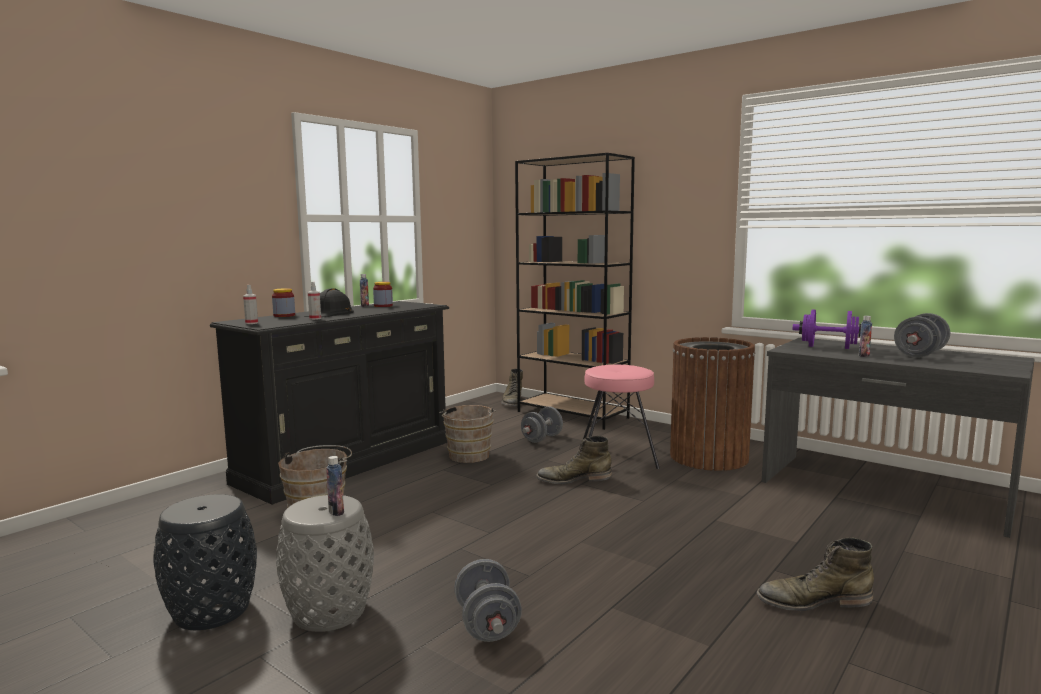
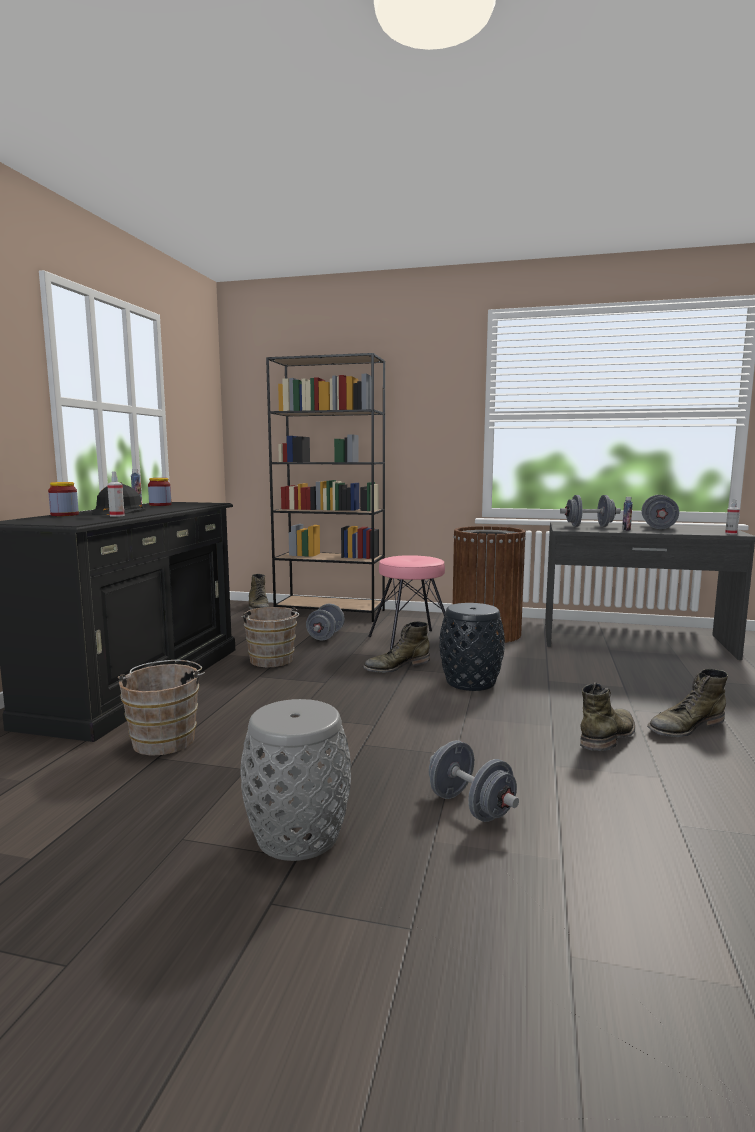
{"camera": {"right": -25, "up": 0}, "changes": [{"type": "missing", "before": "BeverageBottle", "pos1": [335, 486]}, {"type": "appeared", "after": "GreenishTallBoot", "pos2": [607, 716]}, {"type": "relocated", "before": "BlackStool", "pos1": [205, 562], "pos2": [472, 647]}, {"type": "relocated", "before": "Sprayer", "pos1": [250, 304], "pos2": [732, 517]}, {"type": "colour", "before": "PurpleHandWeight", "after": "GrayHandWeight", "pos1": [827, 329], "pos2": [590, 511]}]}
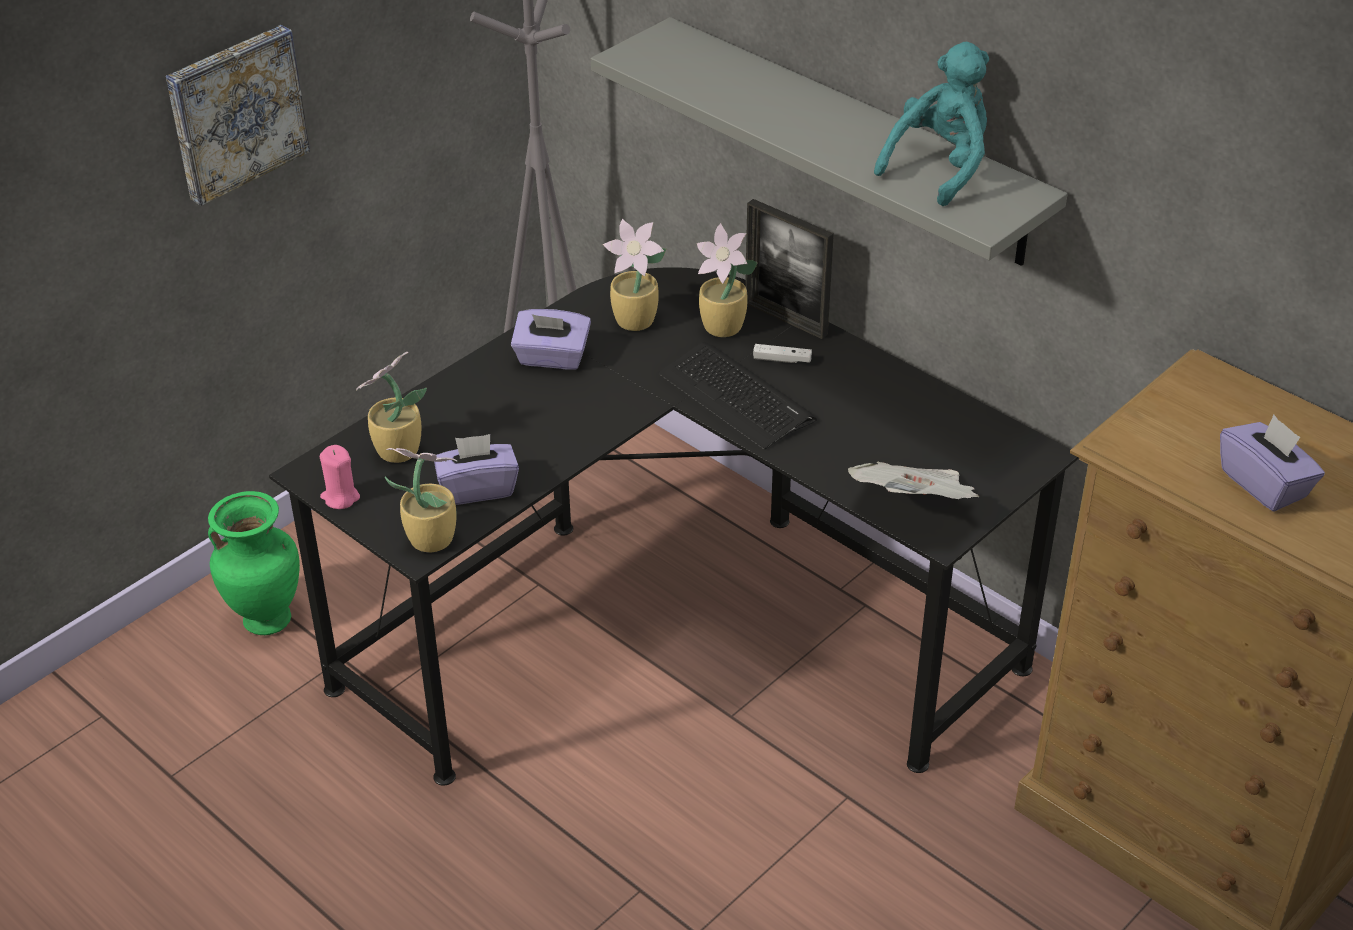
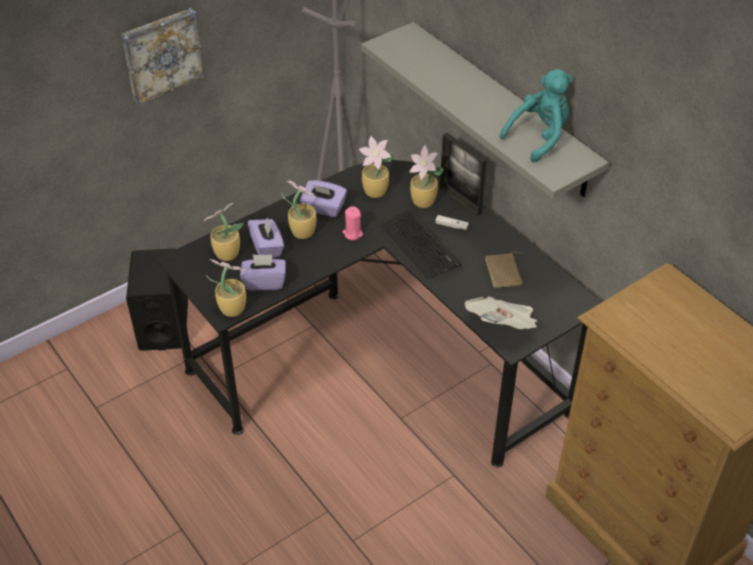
{"camera": {"right": 10, "up": 5}, "changes": [{"type": "appeared", "after": "Houseplant", "pos2": [299, 209]}, {"type": "appeared", "after": "BrownishBook", "pos2": [504, 270]}, {"type": "relocated", "before": "PinkishWaxLight", "pos1": [340, 477], "pos2": [352, 223]}, {"type": "relocated", "before": "PurpleTissueBox", "pos1": [1272, 463], "pos2": [265, 237]}, {"type": "exchanged", "before": "GreenishVase", "after": "BlackAudioSpeaker", "pos1": [254, 563], "pos2": [157, 299]}]}
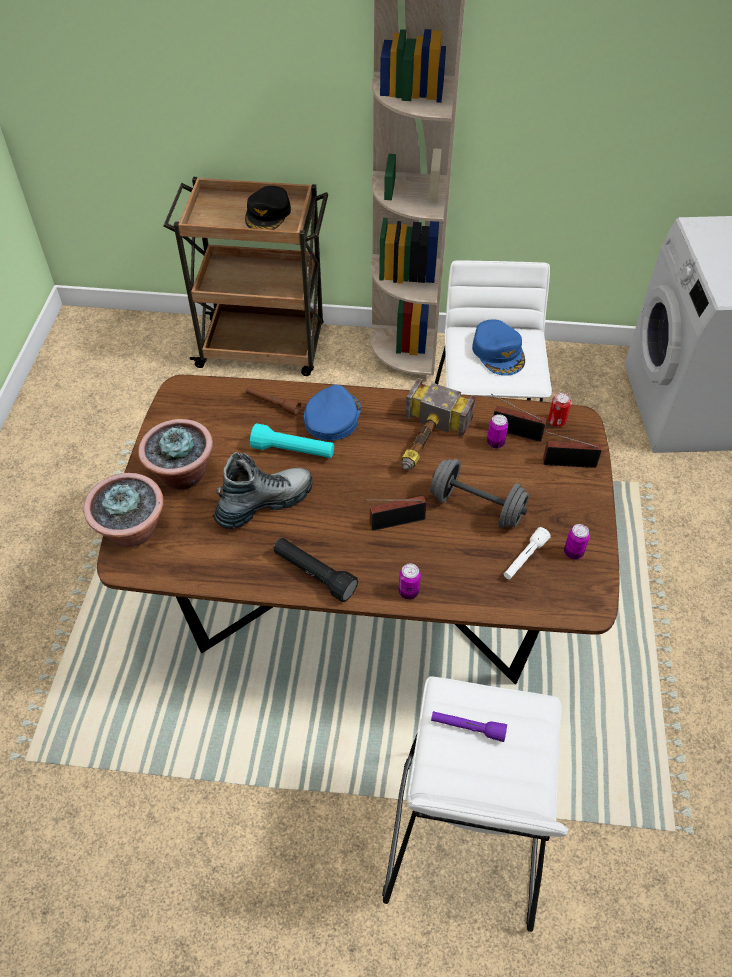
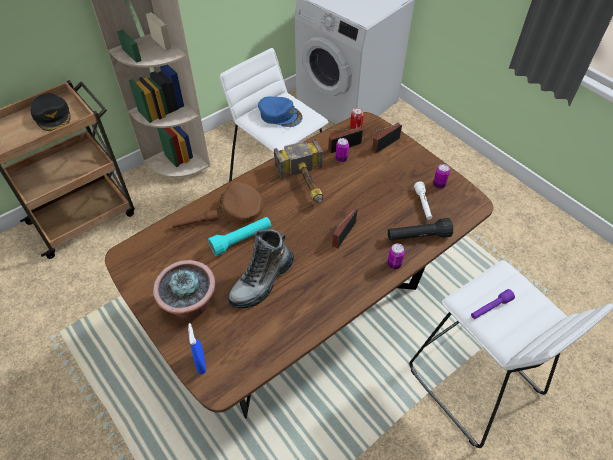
{"camera": {"right": -45, "up": 0}, "changes": [{"type": "missing", "before": "GrayHandWeight", "pos1": [479, 493]}, {"type": "relocated", "before": "BlackFlashlight", "pos1": [315, 570], "pos2": [420, 229]}, {"type": "exchanged", "before": "Houseplant", "after": "BluishSprayer", "pos1": [124, 510], "pos2": [197, 348]}, {"type": "colour", "before": "BluishBaseballCap", "after": "BrownishBaseballCap", "pos1": [332, 413], "pos2": [241, 202]}, {"type": "spun", "before": "TallBoot", "pos1": [263, 490], "pos2": [261, 268], "turn": -150}]}
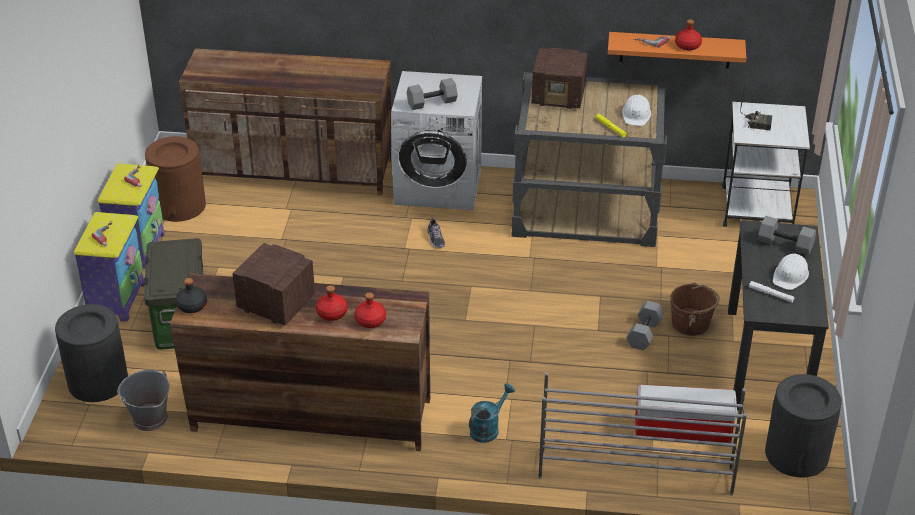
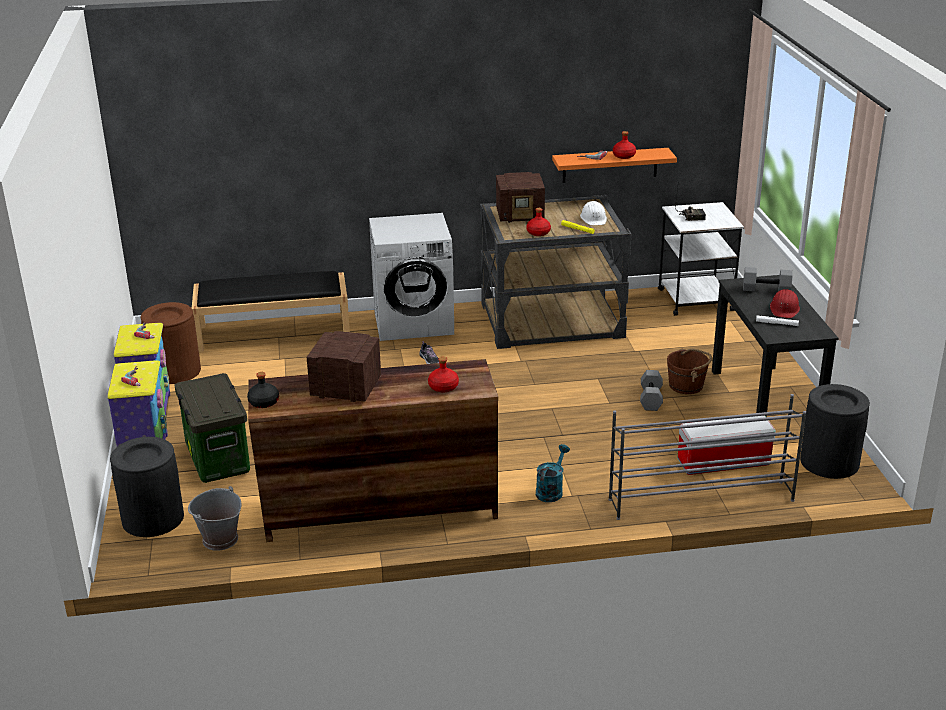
{"camera": {"right": -15, "up": -10}, "changes": [{"type": "missing", "before": "GrayHandWeight", "pos1": [432, 94]}, {"type": "relocated", "before": "RedColouredBeverageBottle", "pos1": [331, 303], "pos2": [538, 222]}, {"type": "exchanged", "before": "BrownishStorageCabinet", "after": "BlackIndoorBench", "pos1": [285, 122], "pos2": [271, 311]}, {"type": "colour", "before": "WhitishSafetyHelmet", "after": "RedColouredSafetyHelmet", "pos1": [791, 272], "pos2": [785, 303]}]}
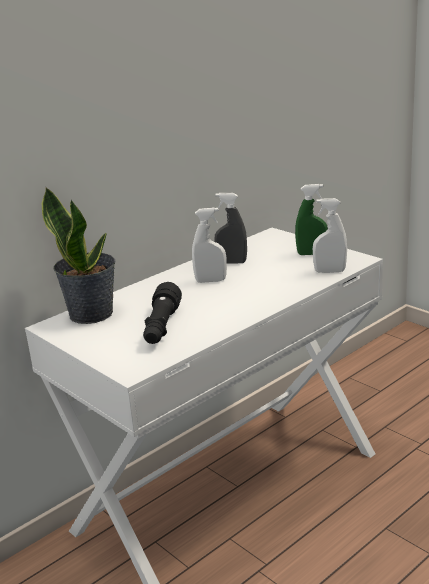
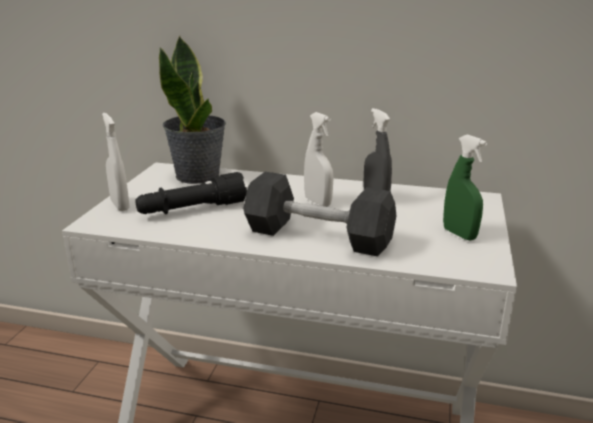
{"camera": {"right": 55, "up": 0}, "changes": [{"type": "appeared", "after": "GrayHandWeight", "pos2": [320, 214]}, {"type": "relocated", "before": "WhitishSprayer", "pos1": [330, 235], "pos2": [116, 162]}]}
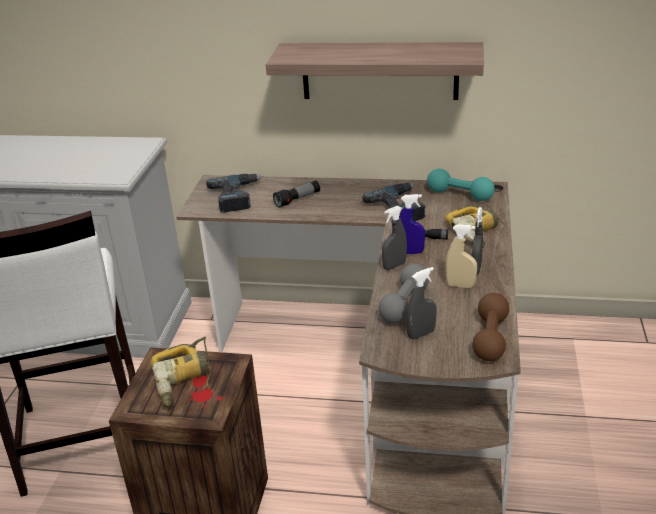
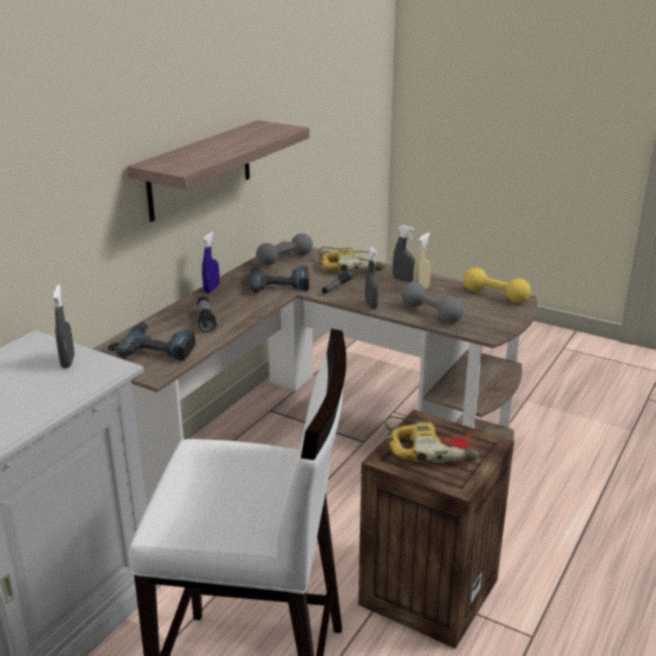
{"camera": {"right": -70, "up": -5}, "changes": [{"type": "relocated", "before": "BluishSprayer", "pos1": [412, 224], "pos2": [211, 262]}, {"type": "relocated", "before": "GraySprayer", "pos1": [421, 303], "pos2": [63, 326]}, {"type": "colour", "before": "TurquoiseHandWeight", "after": "GrayHandWeight", "pos1": [461, 185], "pos2": [284, 249]}, {"type": "colour", "before": "BrownishHandWeight", "after": "YellowishHandWeight", "pos1": [490, 327], "pos2": [497, 285]}]}
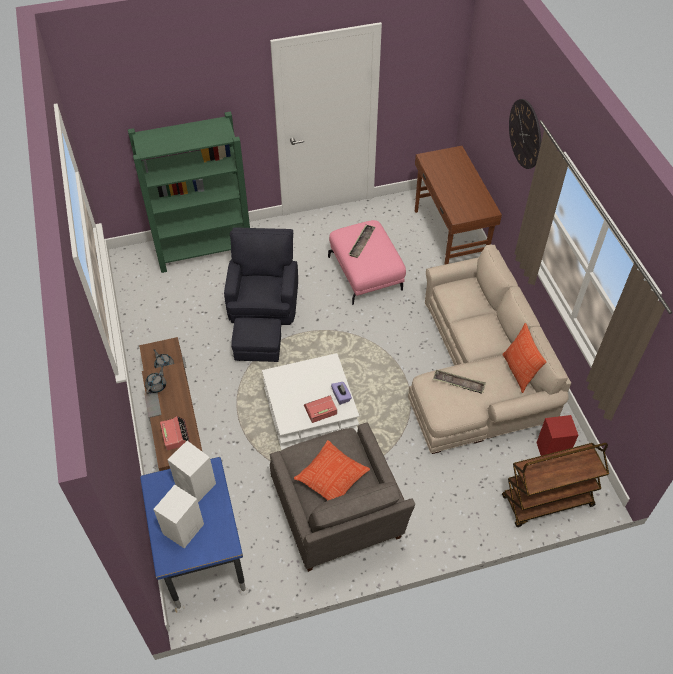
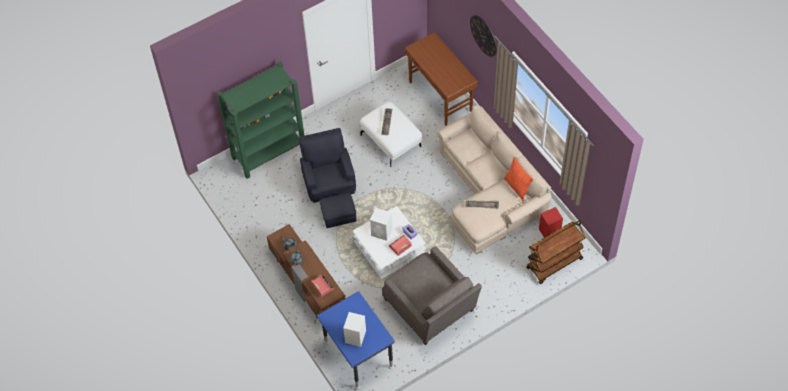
{"camera": {"right": -15, "up": 5}, "changes": [{"type": "missing", "before": "OrangeColouredPillow", "pos1": [332, 470]}, {"type": "relocated", "before": "WhitishAudioSpeaker", "pos1": [191, 471], "pos2": [381, 224]}, {"type": "colour", "before": "PinkishFootrest", "after": "WhitishFootrest", "pos1": [367, 262], "pos2": [391, 134]}]}
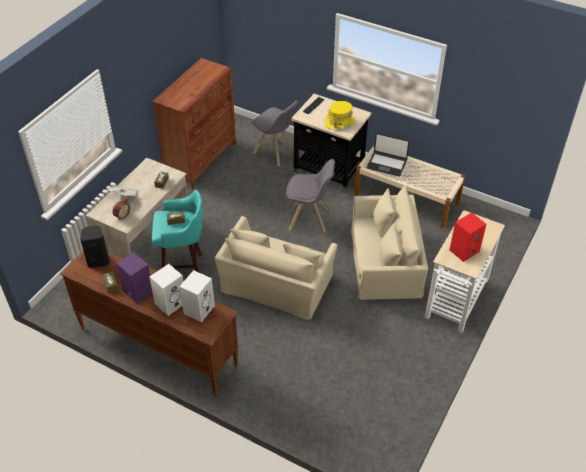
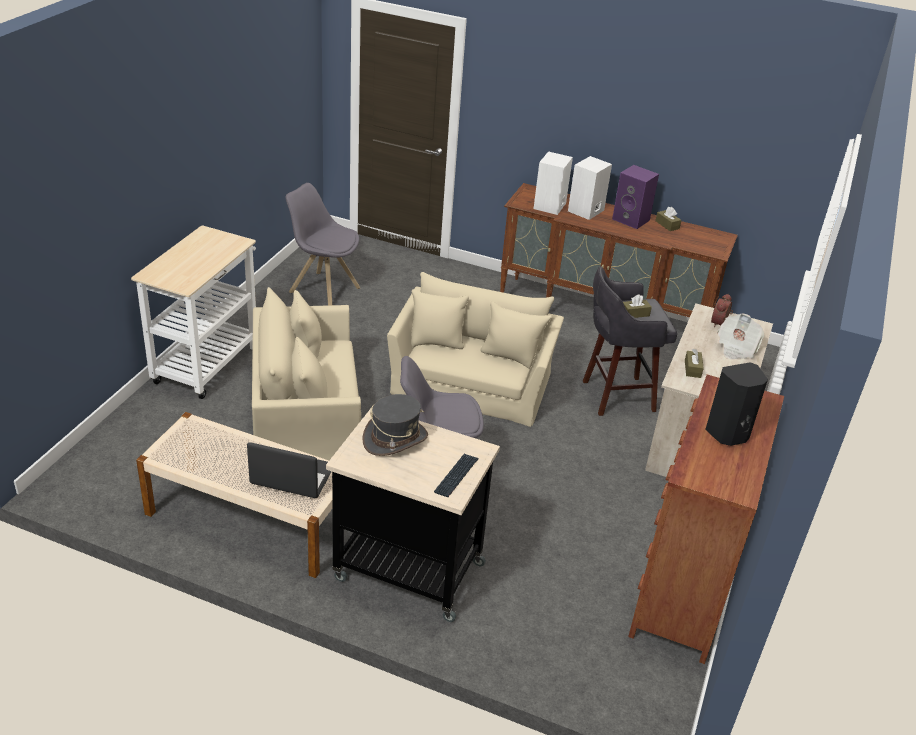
{"camera": {"right": 170, "up": -10}, "changes": [{"type": "missing", "before": "RedColouredAudioSpeaker", "pos1": [468, 237]}, {"type": "relocated", "before": "BlackAudioSpeaker", "pos1": [95, 246], "pos2": [736, 404]}, {"type": "relocated", "before": "GrayPlainChair", "pos1": [275, 133], "pos2": [323, 244]}, {"type": "colour", "before": "TurquoiseStool", "after": "GrayStool", "pos1": [177, 230], "pos2": [630, 341]}, {"type": "colour", "before": "YellowishClothingHat", "after": "GrayClothingHat", "pos1": [340, 115], "pos2": [395, 425]}]}
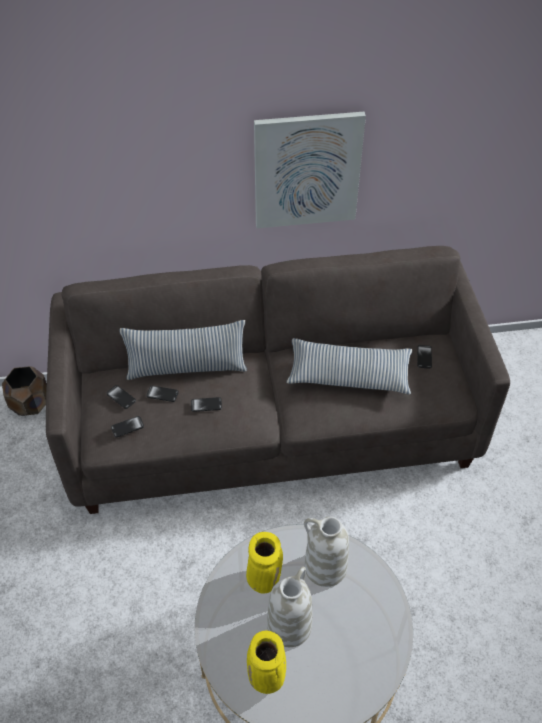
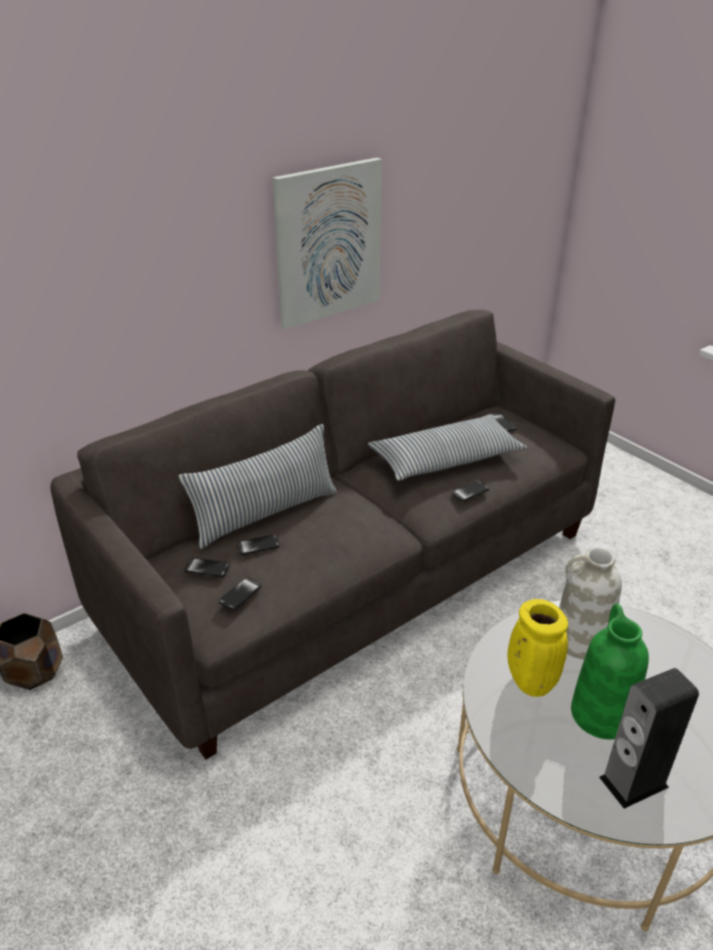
{"camera": {"right": -30, "up": -15}, "changes": [{"type": "relocated", "before": "Phone", "pos1": [206, 404], "pos2": [470, 491]}, {"type": "exchanged", "before": "YellowishVase", "after": "AudioSpeaker", "pos1": [266, 662], "pos2": [649, 738]}, {"type": "colour", "before": "WhitishVase", "after": "GreenishVase", "pos1": [289, 607], "pos2": [610, 671]}]}
